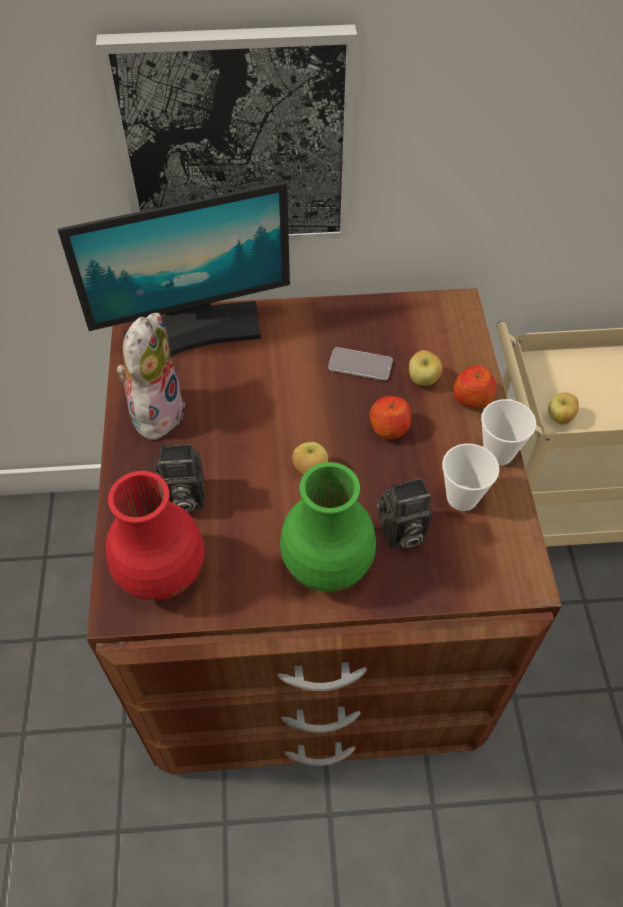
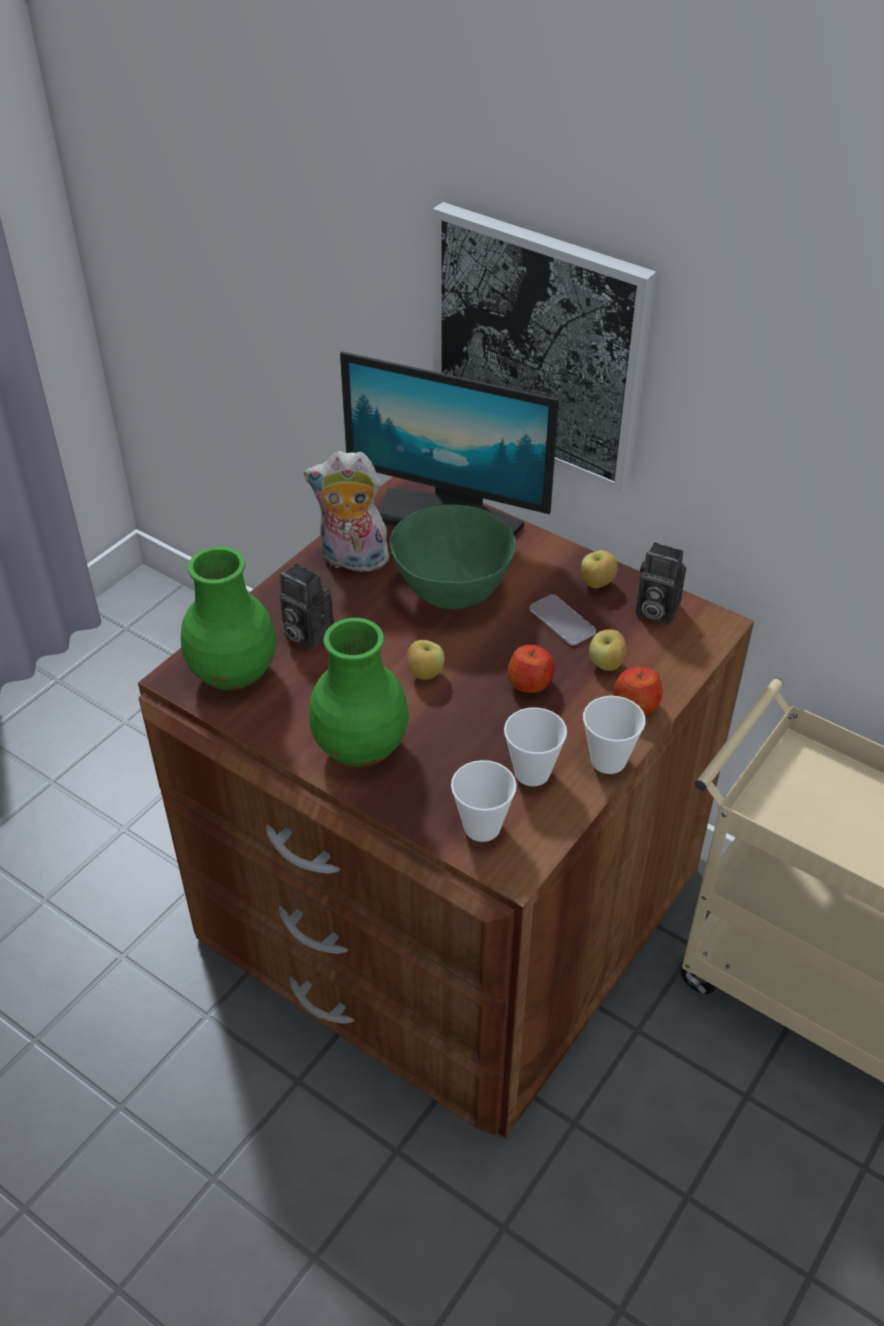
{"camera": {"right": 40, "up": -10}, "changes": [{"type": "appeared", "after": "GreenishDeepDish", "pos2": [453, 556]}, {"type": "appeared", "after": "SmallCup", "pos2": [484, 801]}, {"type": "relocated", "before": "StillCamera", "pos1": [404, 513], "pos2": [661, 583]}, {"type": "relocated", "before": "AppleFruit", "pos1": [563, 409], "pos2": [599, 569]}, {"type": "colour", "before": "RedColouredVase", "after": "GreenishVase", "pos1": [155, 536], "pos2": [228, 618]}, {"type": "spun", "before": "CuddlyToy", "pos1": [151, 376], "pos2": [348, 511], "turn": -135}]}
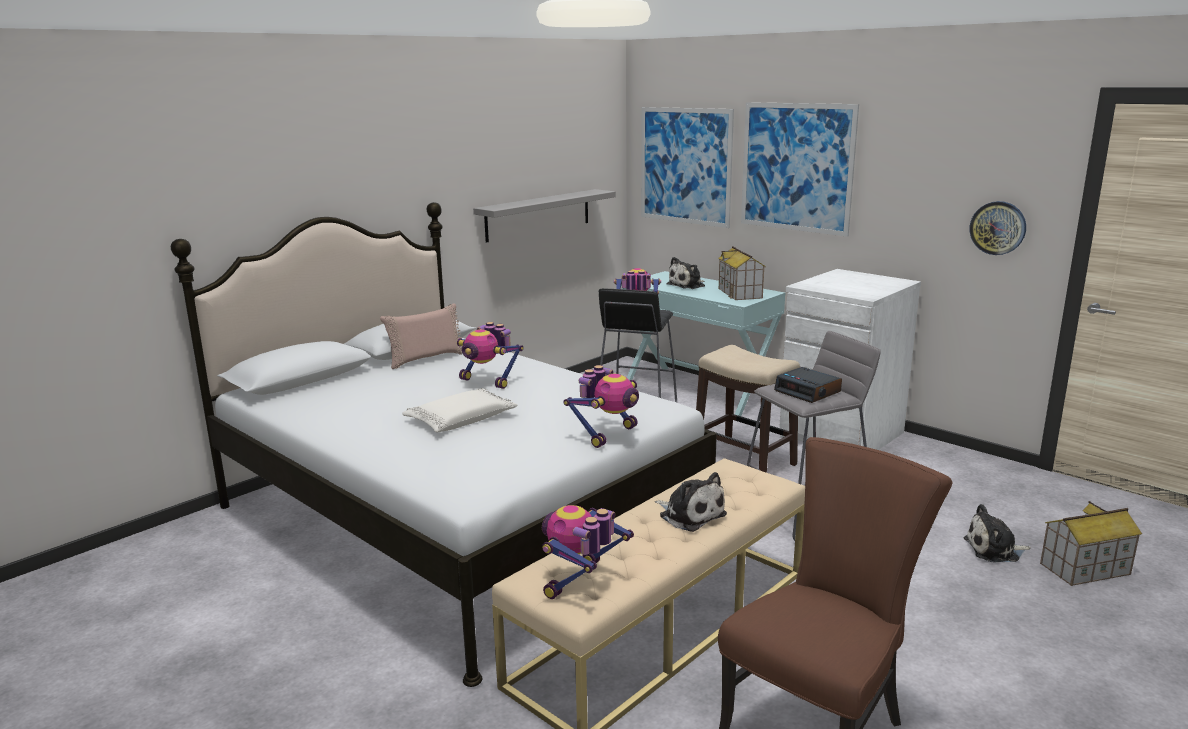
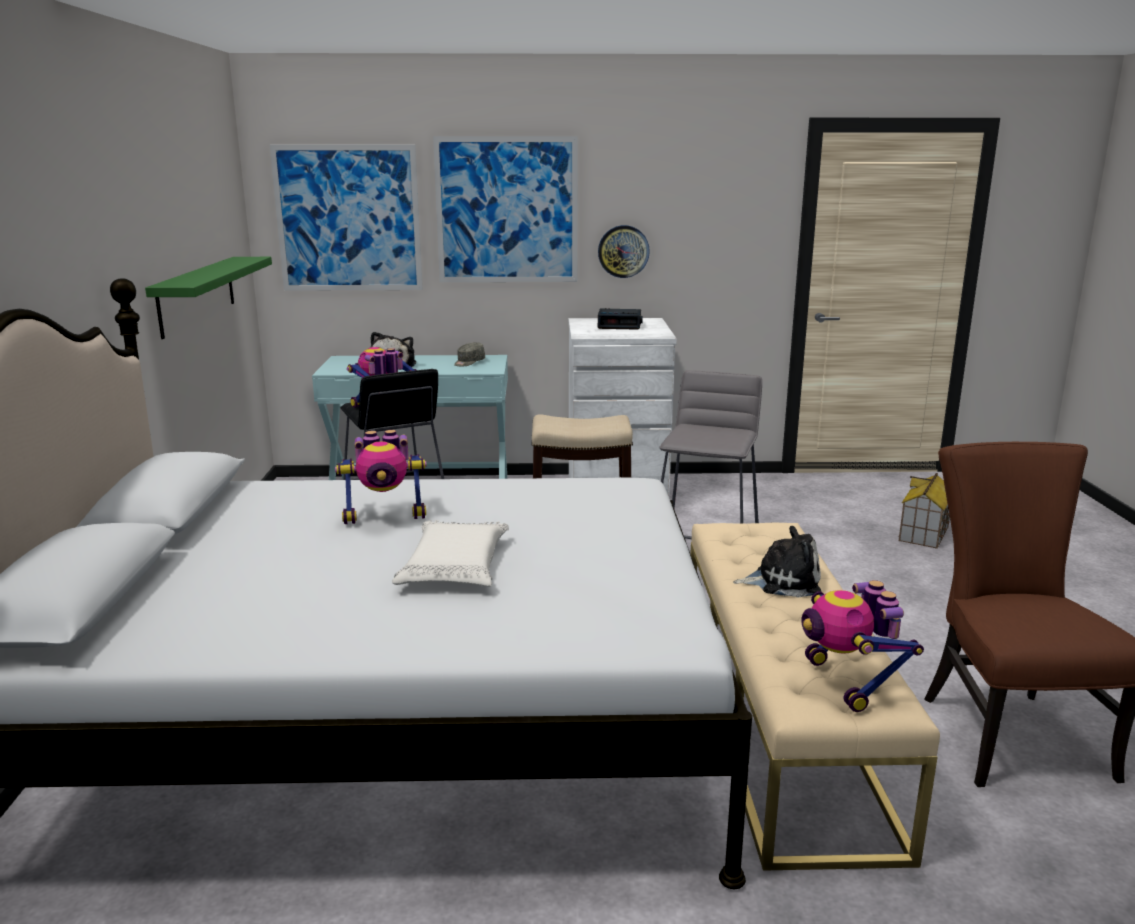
{"camera": {"right": -45, "up": 0}, "changes": [{"type": "missing", "before": "BeigePillow", "pos1": [421, 336]}, {"type": "missing", "before": "ToyRobot", "pos1": [601, 406]}, {"type": "missing", "before": "CuddlyToy", "pos1": [997, 533]}, {"type": "relocated", "before": "BedsideClock", "pos1": [808, 385], "pos2": [620, 319]}, {"type": "relocated", "before": "ClockOnTheWall", "pos1": [998, 228], "pos2": [624, 251]}, {"type": "exchanged", "before": "ToyHouse", "after": "GrayBaseballCap", "pos1": [742, 273], "pos2": [469, 354]}, {"type": "colour", "before": "GrayWallShelf", "after": "GreenishWallShelf", "pos1": [544, 216], "pos2": [208, 298]}]}
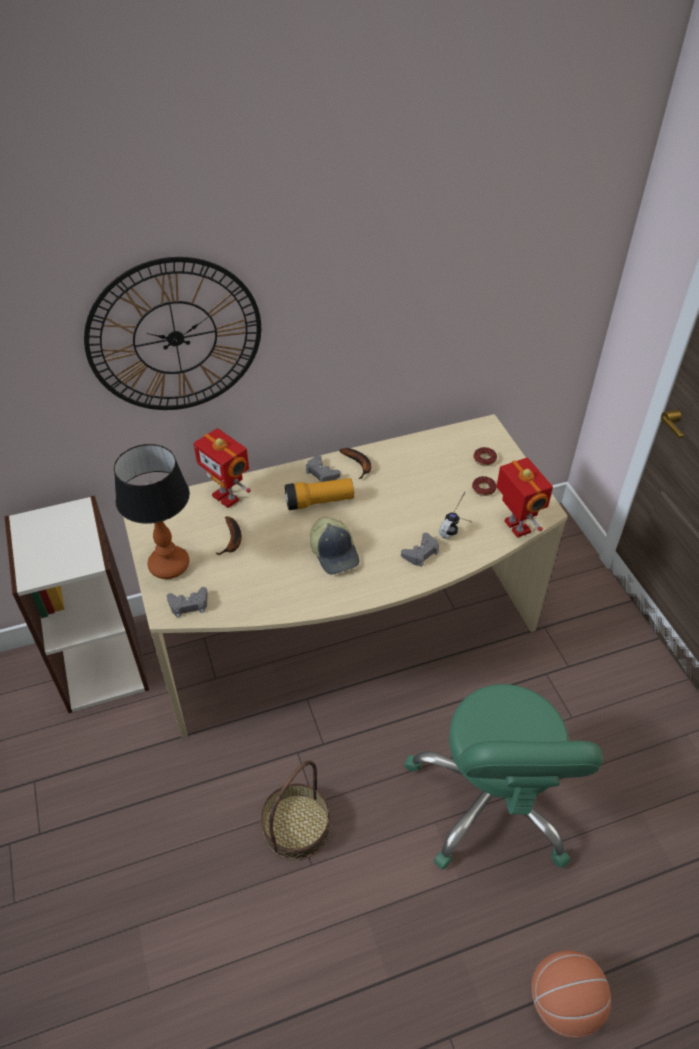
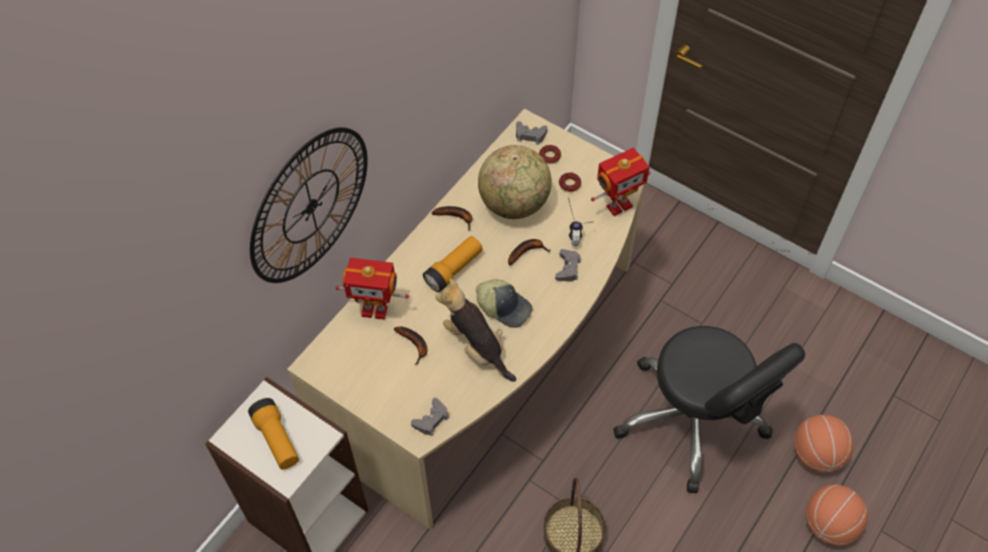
{"camera": {"right": -35, "up": 10}, "changes": [{"type": "missing", "before": "LampForATable", "pos1": [152, 511]}, {"type": "appeared", "after": "Flashlight", "pos2": [273, 434]}, {"type": "appeared", "after": "CuddlyToy", "pos2": [475, 330]}, {"type": "appeared", "after": "DeskGlobe", "pos2": [515, 182]}, {"type": "appeared", "after": "BananaFruit", "pos2": [529, 252]}, {"type": "appeared", "after": "BasketballBall", "pos2": [824, 444]}, {"type": "relocated", "before": "GrayGamepad", "pos1": [323, 468], "pos2": [532, 133]}, {"type": "colour", "before": "GreenishComputerChair", "after": "BlackComputerChair", "pos1": [503, 777], "pos2": [709, 409]}, {"type": "spun", "before": "ToyRobot", "pos1": [524, 498], "pos2": [620, 182], "turn": 120}]}
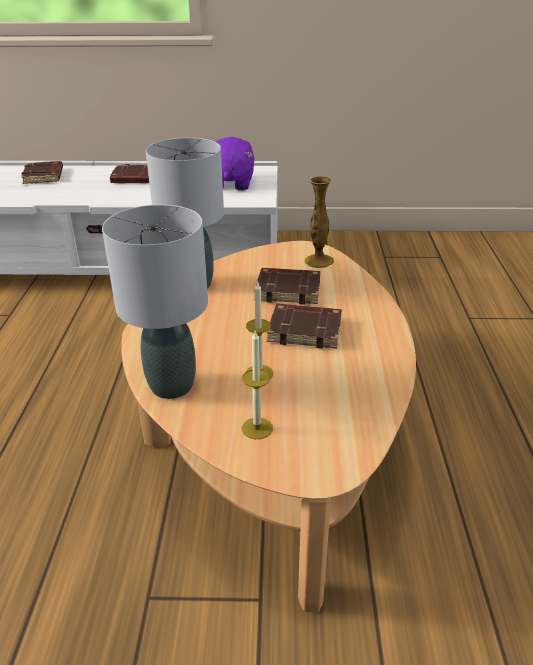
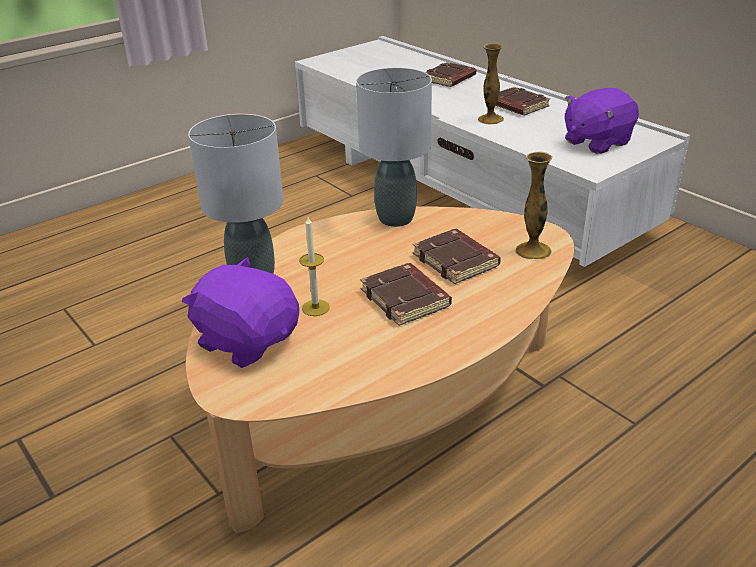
{"camera": {"right": 50, "up": 0}, "changes": [{"type": "appeared", "after": "Vase", "pos2": [491, 84]}, {"type": "exchanged", "before": "WaxLight", "after": "PurpleCuddlyToy", "pos1": [257, 384], "pos2": [240, 312]}]}
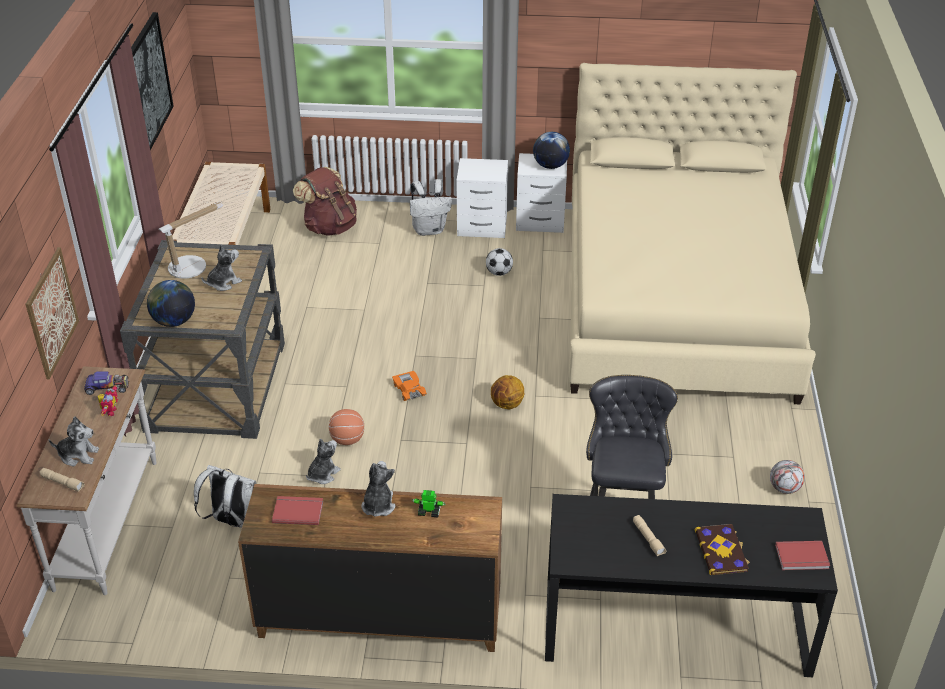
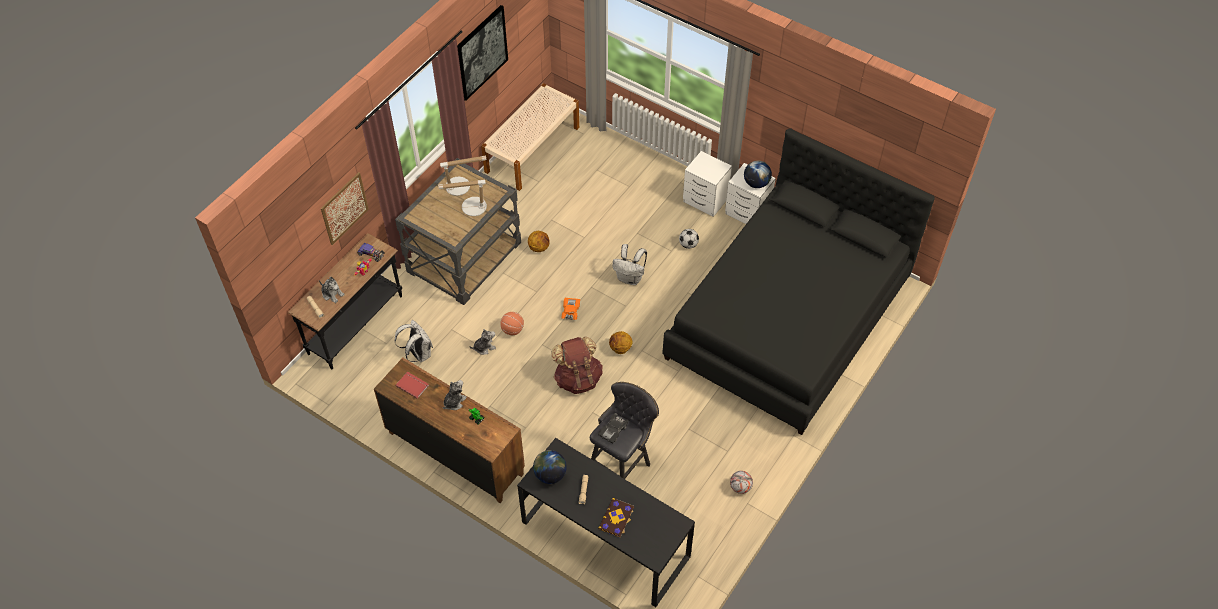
{"camera": {"right": 30, "up": 15}, "changes": [{"type": "missing", "before": "RedColouredBook", "pos1": [802, 555]}, {"type": "appeared", "after": "BasketballBall", "pos2": [539, 241]}, {"type": "appeared", "after": "BlackToyCar", "pos2": [613, 428]}, {"type": "relocated", "before": "DeskGlobe", "pos1": [171, 303], "pos2": [550, 467]}, {"type": "relocated", "before": "BrownishBackpack", "pos1": [325, 201], "pos2": [577, 365]}, {"type": "relocated", "before": "WhitishBackpack", "pos1": [431, 207], "pos2": [629, 264]}, {"type": "exchanged", "before": "CuddlyToy", "after": "LampForATable", "pos1": [221, 267], "pos2": [462, 198]}, {"type": "colour", "before": "WhitishNarrowTable", "after": "BlackNarrowTable", "pos1": [87, 480], "pos2": [345, 301]}, {"type": "colour", "before": "BeigeBedroomBed", "after": "BlackBedroomBed", "pos1": [692, 233], "pos2": [799, 281]}]}
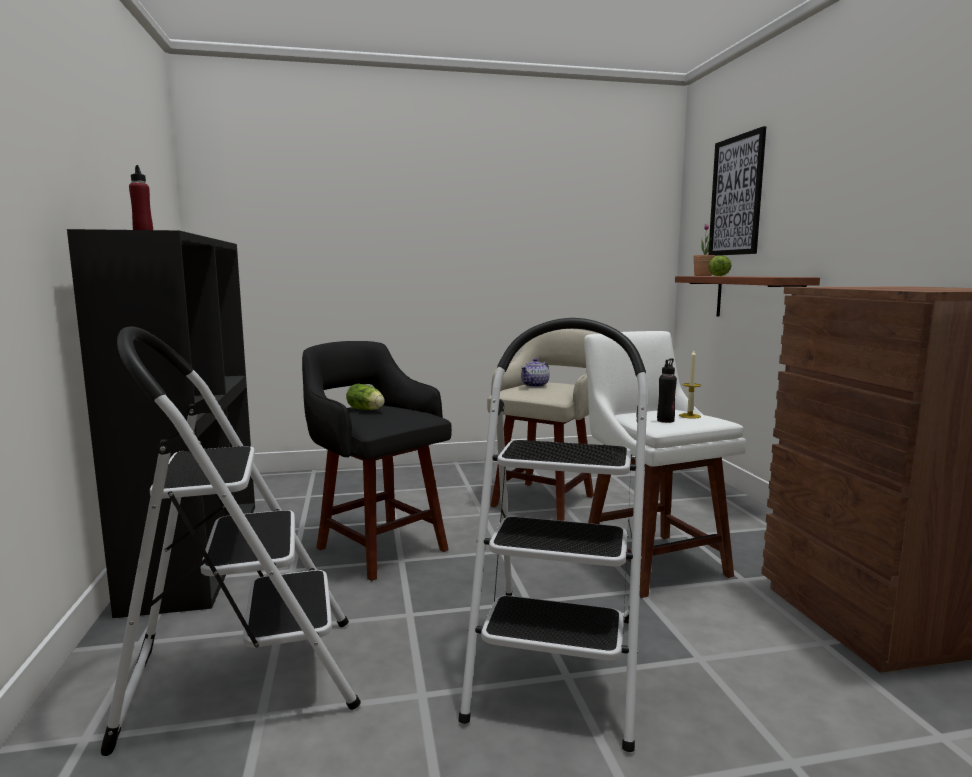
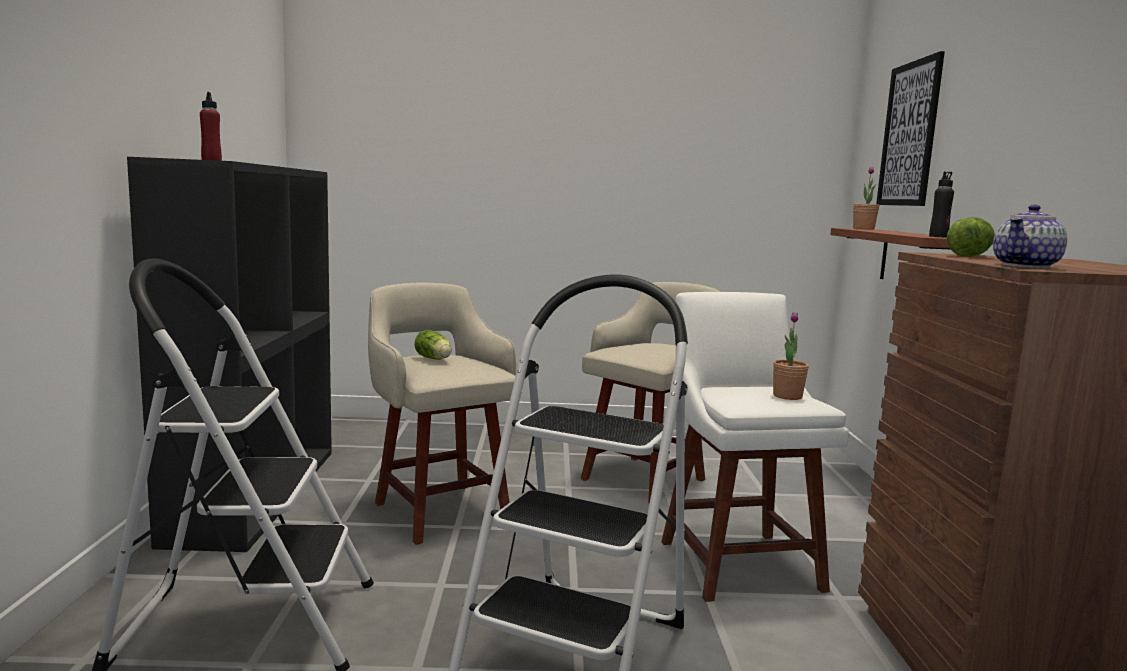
{"camera": {"right": 10, "up": 0}, "changes": [{"type": "relocated", "before": "PotForTea", "pos1": [535, 372], "pos2": [1030, 236]}, {"type": "relocated", "before": "BlackBeverageBottle", "pos1": [667, 390], "pos2": [941, 204]}, {"type": "relocated", "before": "HeadOfLettuce", "pos1": [720, 266], "pos2": [971, 237]}, {"type": "exchanged", "before": "WaxLight", "after": "Houseplant", "pos1": [690, 384], "pos2": [791, 356]}, {"type": "colour", "before": "BlackStool", "after": "BeigeStool", "pos1": [377, 461], "pos2": [442, 414]}]}
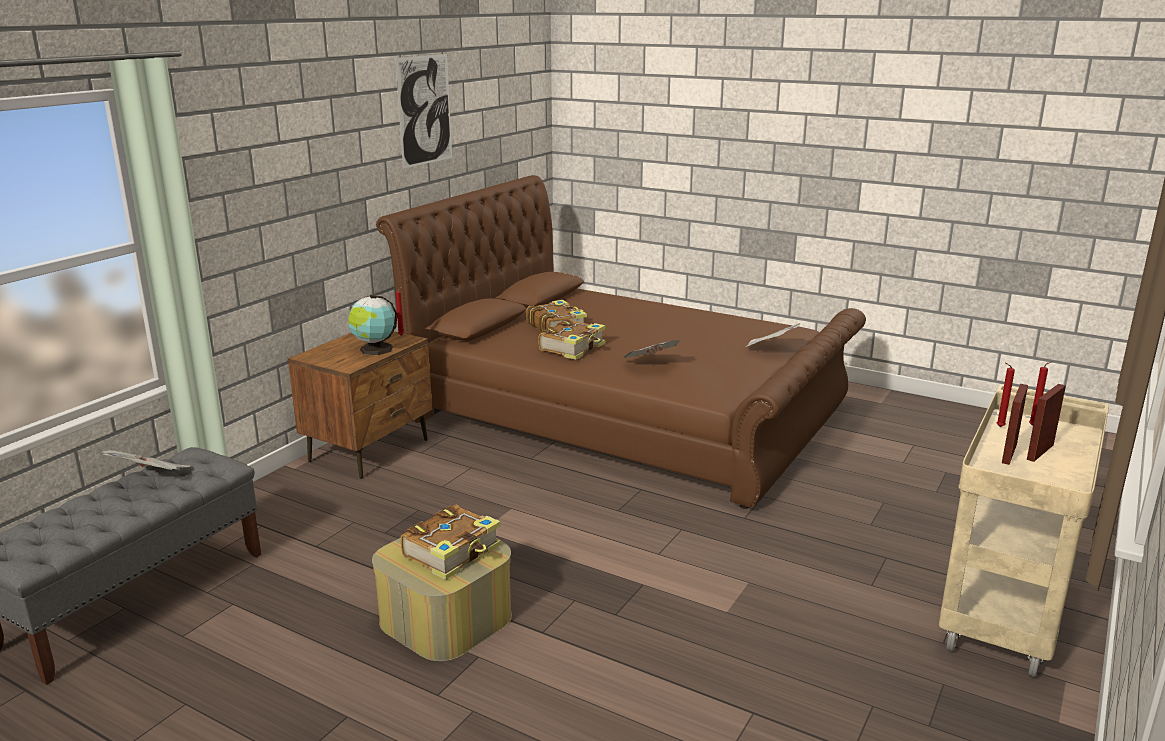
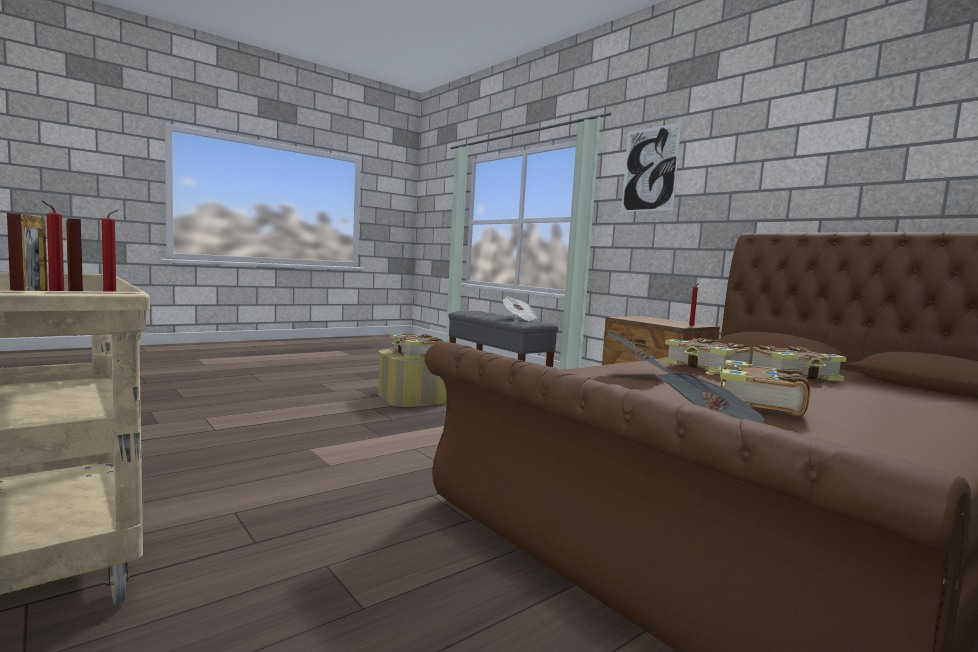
{"camera": {"right": 110, "up": -15}, "changes": [{"type": "missing", "before": "DeskGlobe", "pos1": [372, 325]}, {"type": "appeared", "after": "Book", "pos2": [758, 388]}, {"type": "relocated", "before": "WallPicture", "pos1": [423, 111], "pos2": [651, 167]}]}
